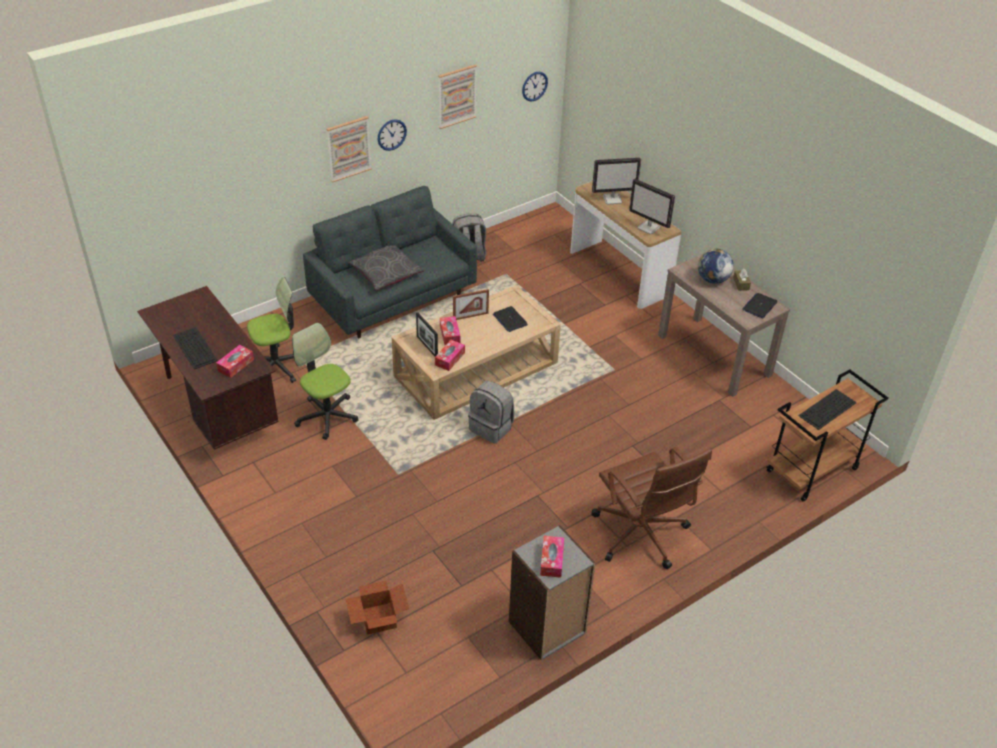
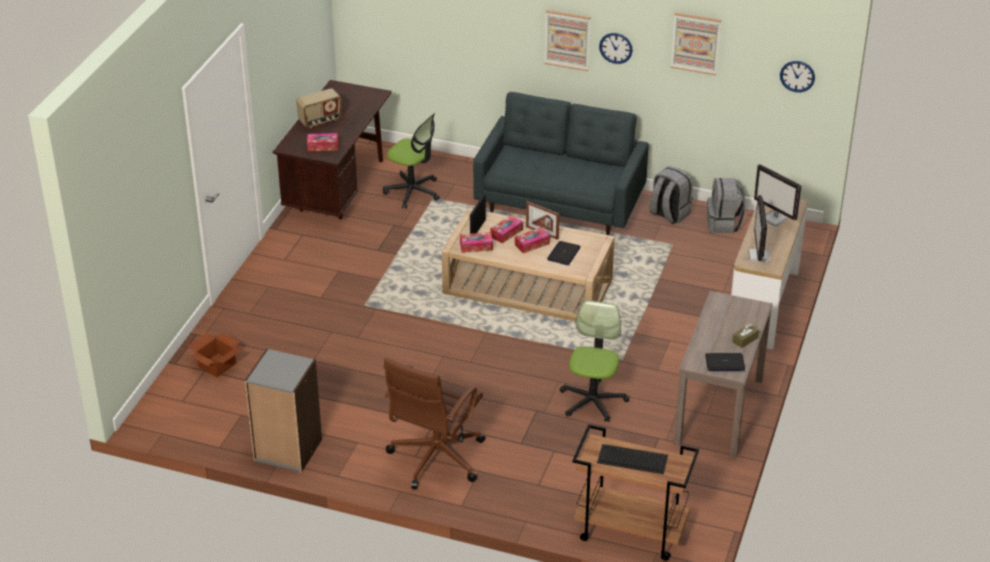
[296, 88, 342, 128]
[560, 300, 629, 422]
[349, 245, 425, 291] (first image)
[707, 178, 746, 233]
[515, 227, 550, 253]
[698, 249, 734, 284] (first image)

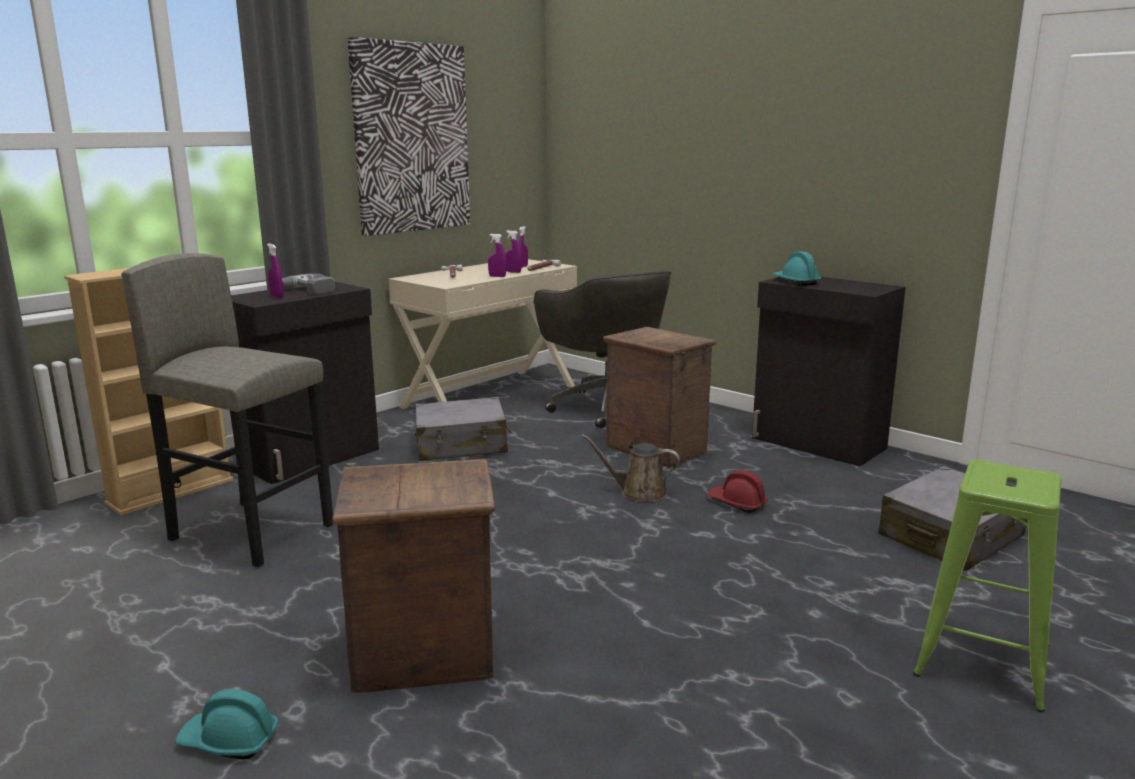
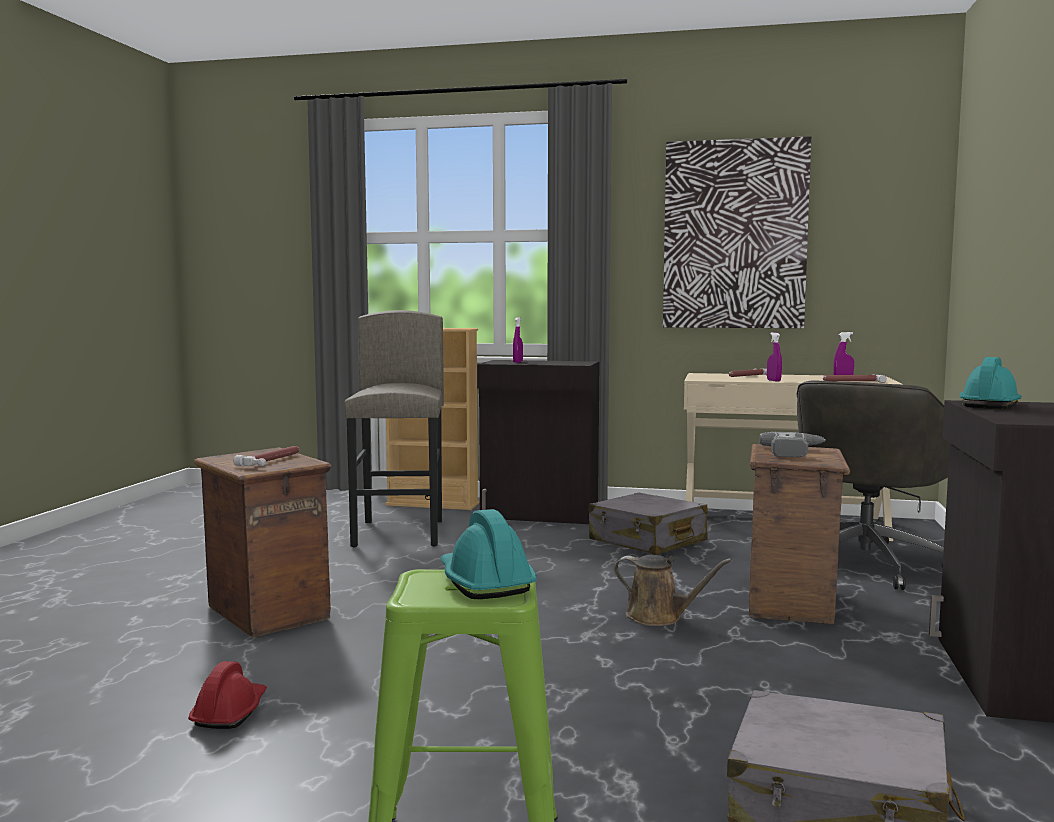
[440, 509, 537, 599]
[759, 432, 826, 457]
[505, 230, 522, 273] (first image)
[614, 555, 732, 626]
[188, 661, 267, 729]
[234, 446, 299, 466]

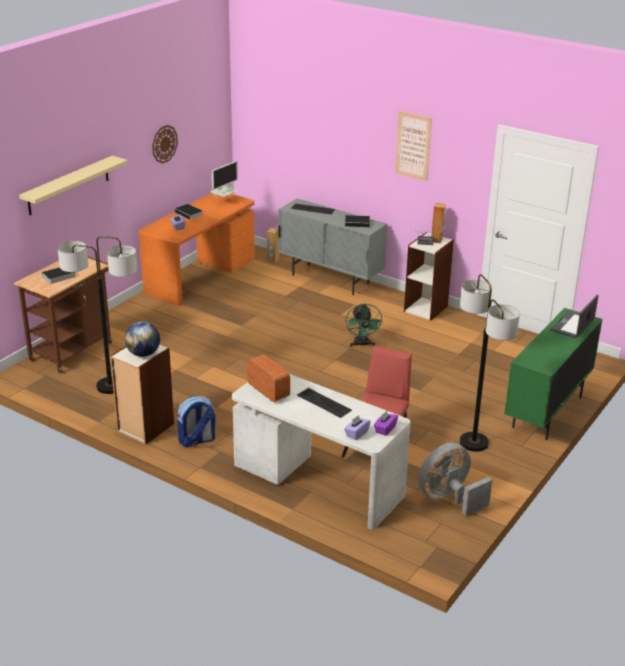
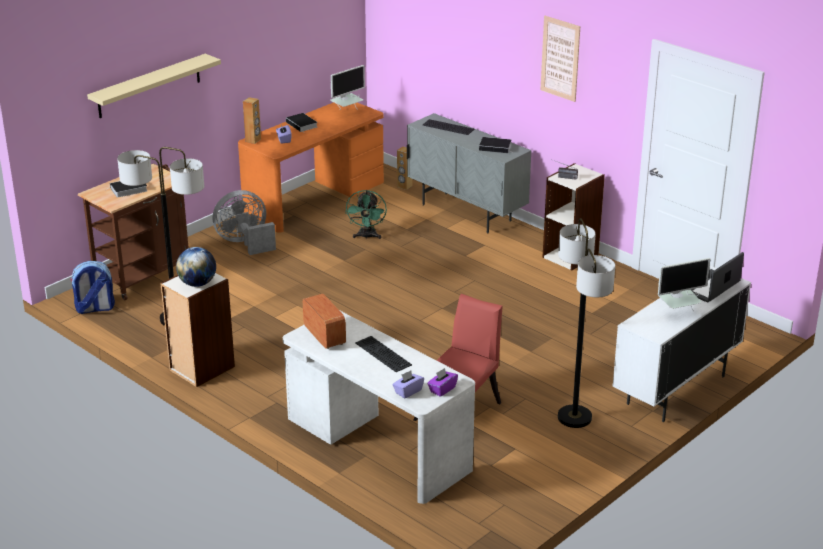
[152, 125, 178, 163] (first image)
[70, 261, 115, 314]
[345, 190, 387, 239]
[212, 190, 276, 255]
[243, 97, 261, 144]
[612, 266, 751, 422]
[658, 258, 710, 311]

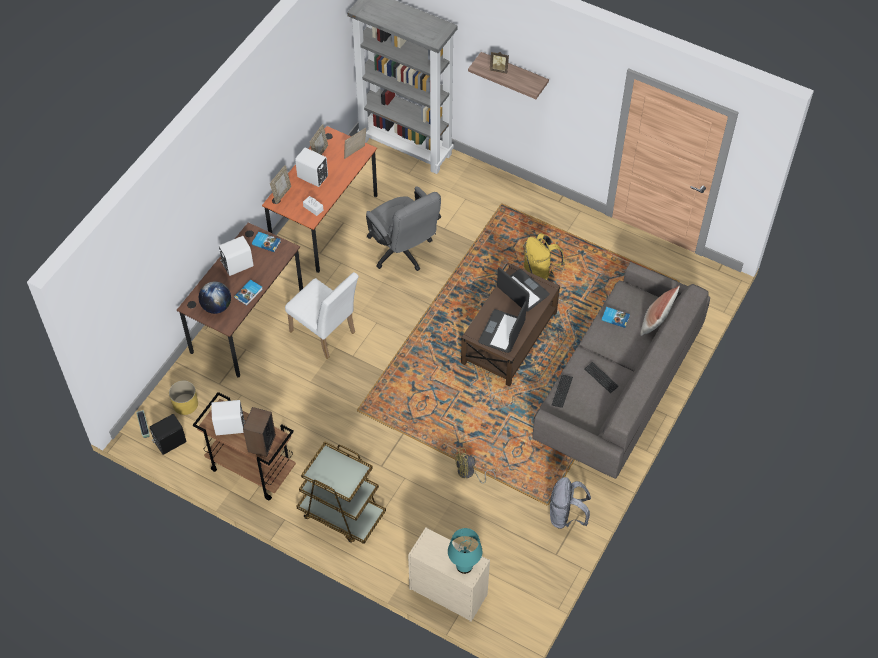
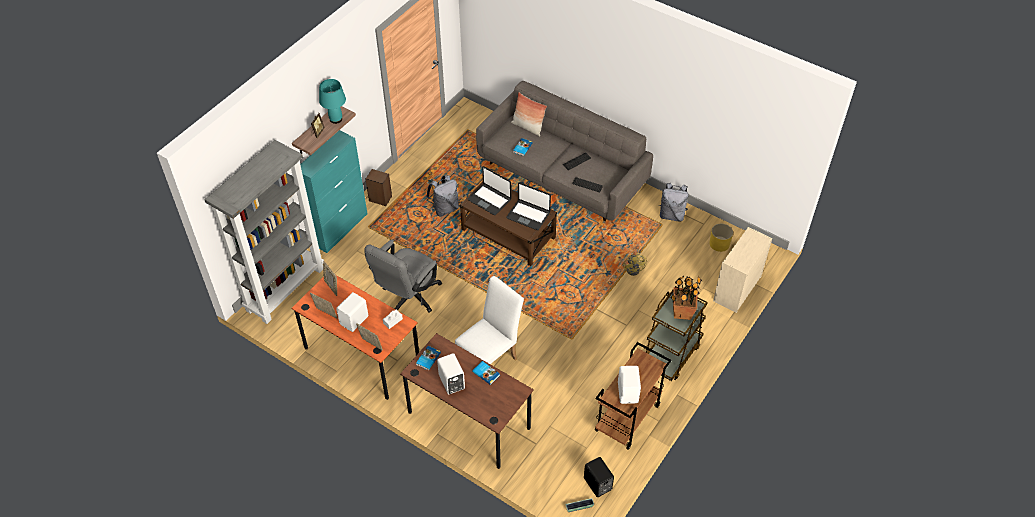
[709, 224, 733, 252]
[199, 281, 231, 314] (first image)
[366, 169, 392, 206]
[365, 240, 442, 313]
[319, 79, 346, 124]
[468, 166, 511, 215]
[426, 175, 459, 217]
[300, 130, 368, 253]
[671, 276, 702, 320]

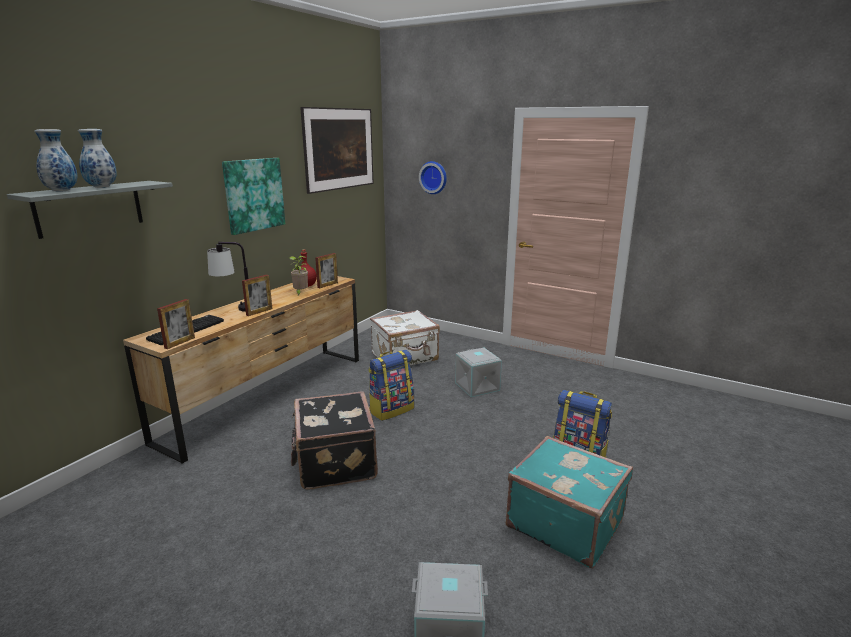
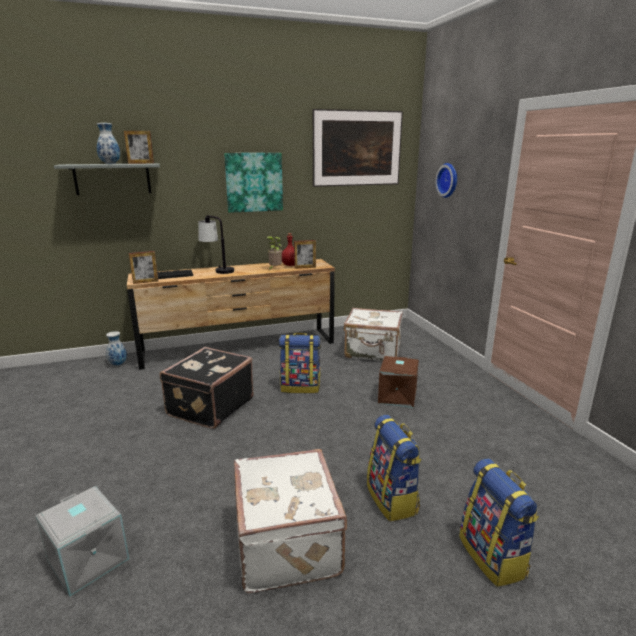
[106, 331, 127, 366]
[124, 131, 154, 164]
[378, 356, 419, 408]
[234, 449, 347, 593]
[459, 459, 539, 587]

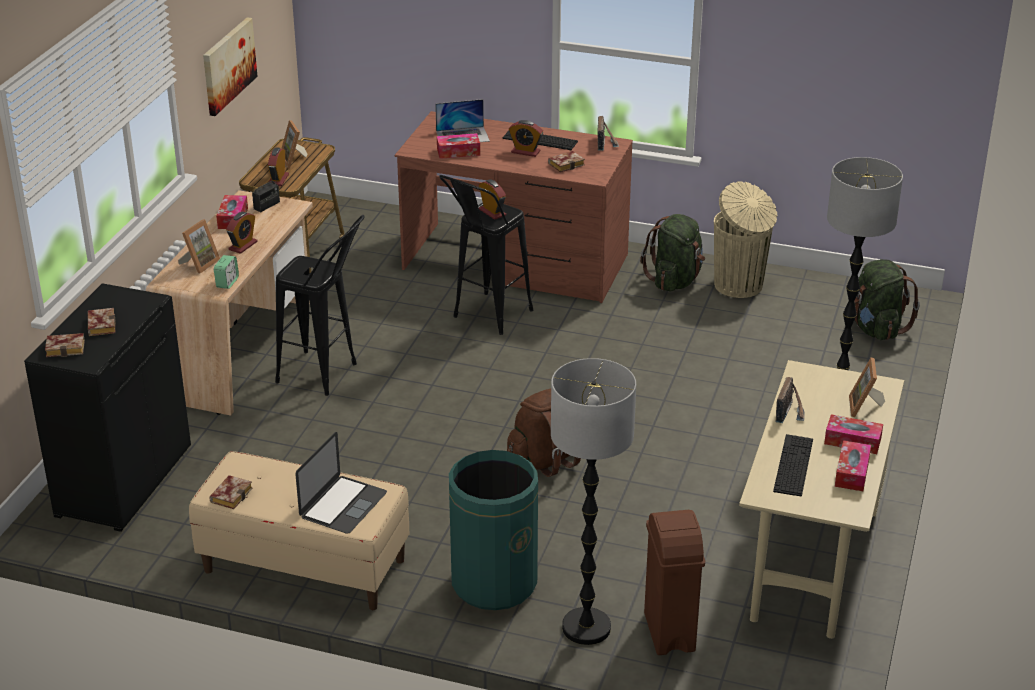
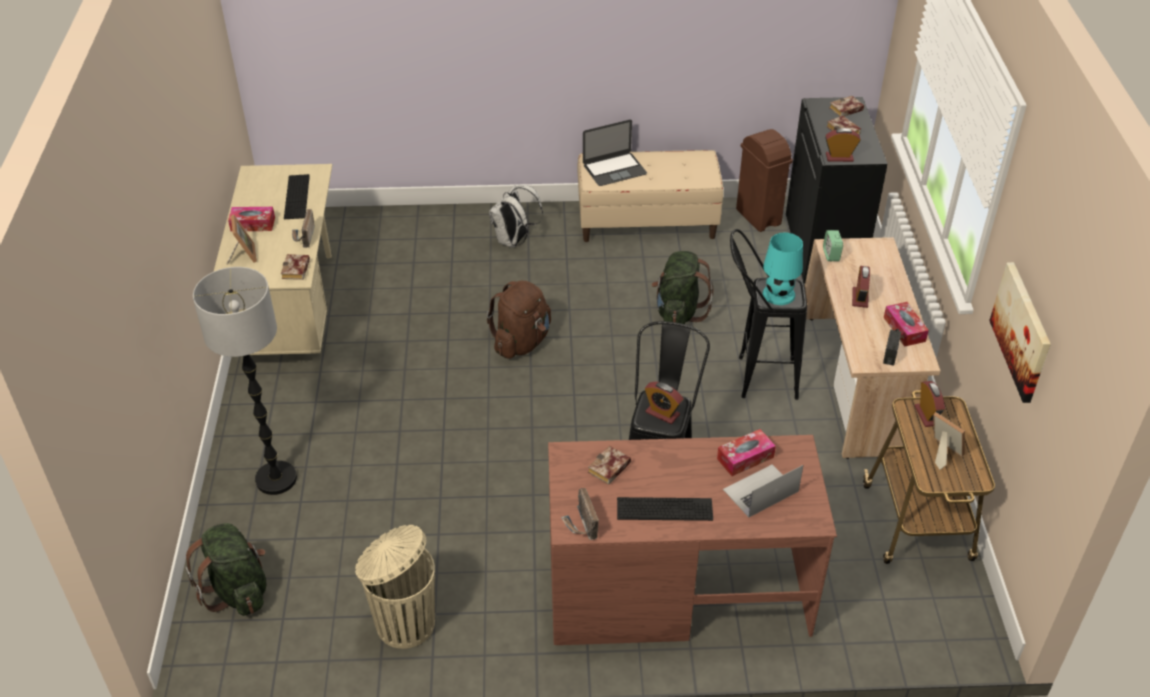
[178, 219, 220, 274] (first image)
[281, 254, 310, 280]
[583, 120, 647, 186]
[489, 185, 543, 248]
[825, 128, 861, 162]
[551, 358, 636, 645] (first image)
[651, 251, 713, 324]
[736, 129, 793, 232]
[835, 440, 871, 491] (first image)
[763, 232, 803, 305]

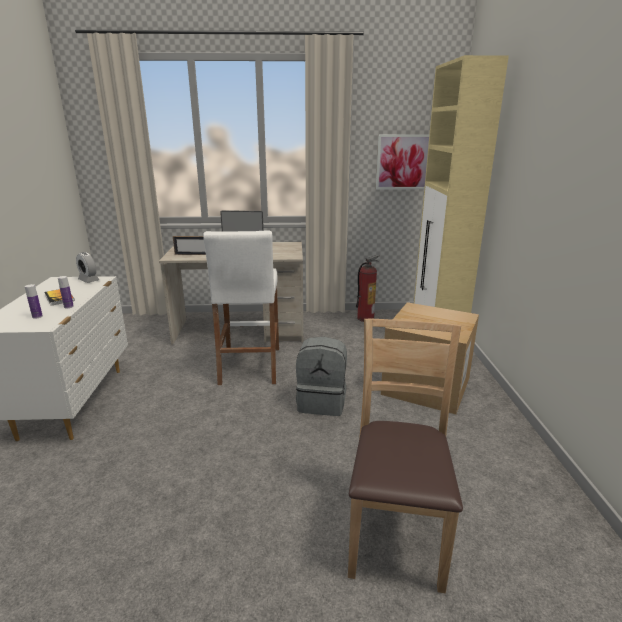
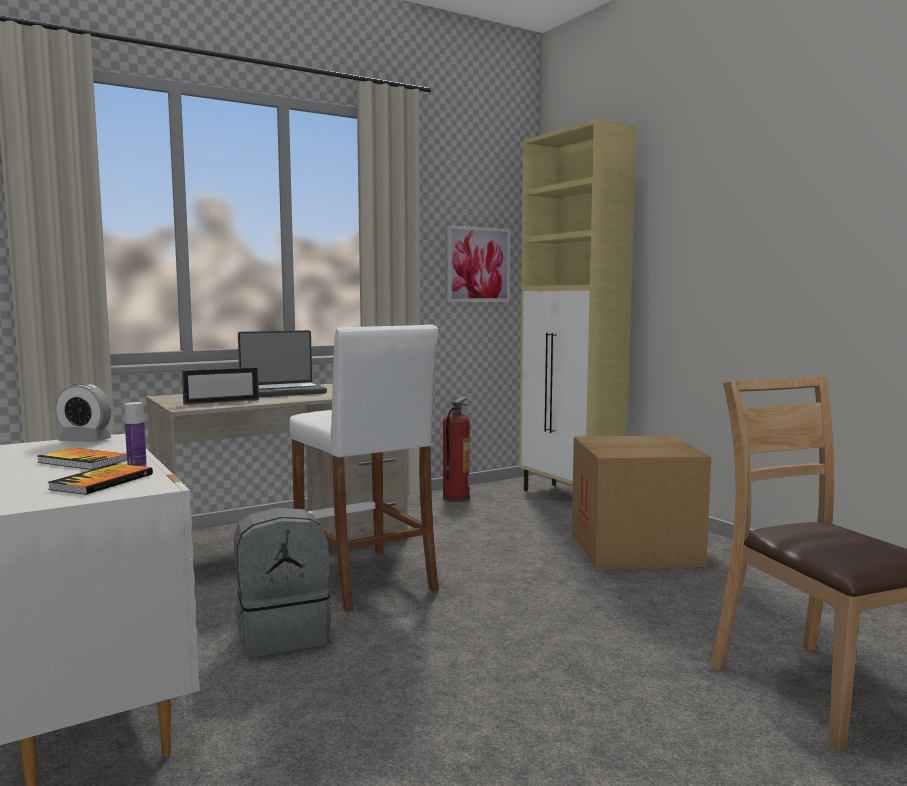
[47, 464, 153, 495]
[234, 508, 331, 657]

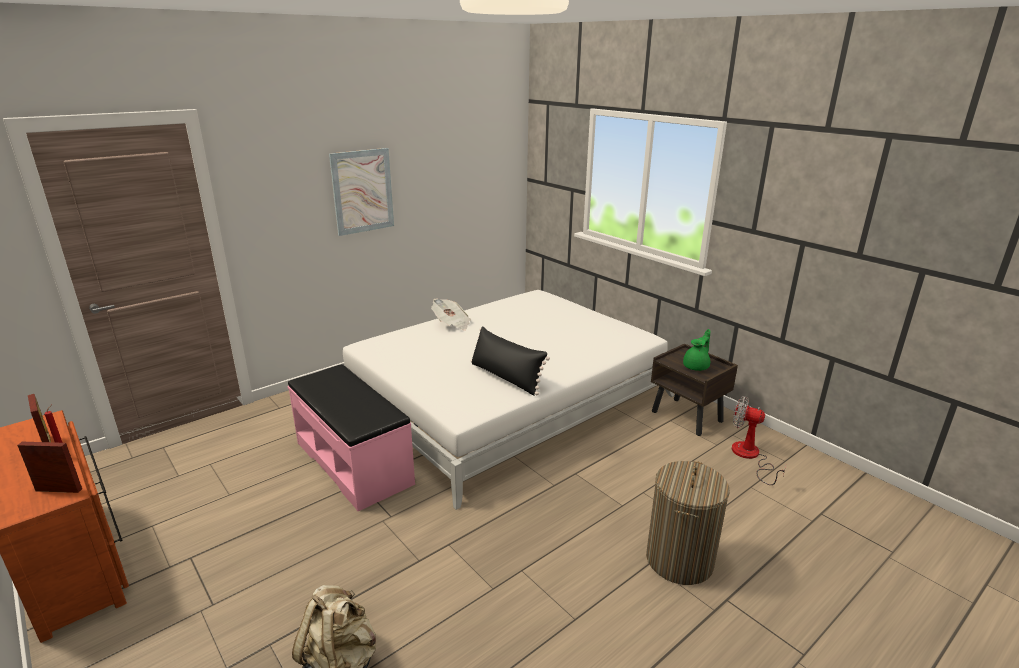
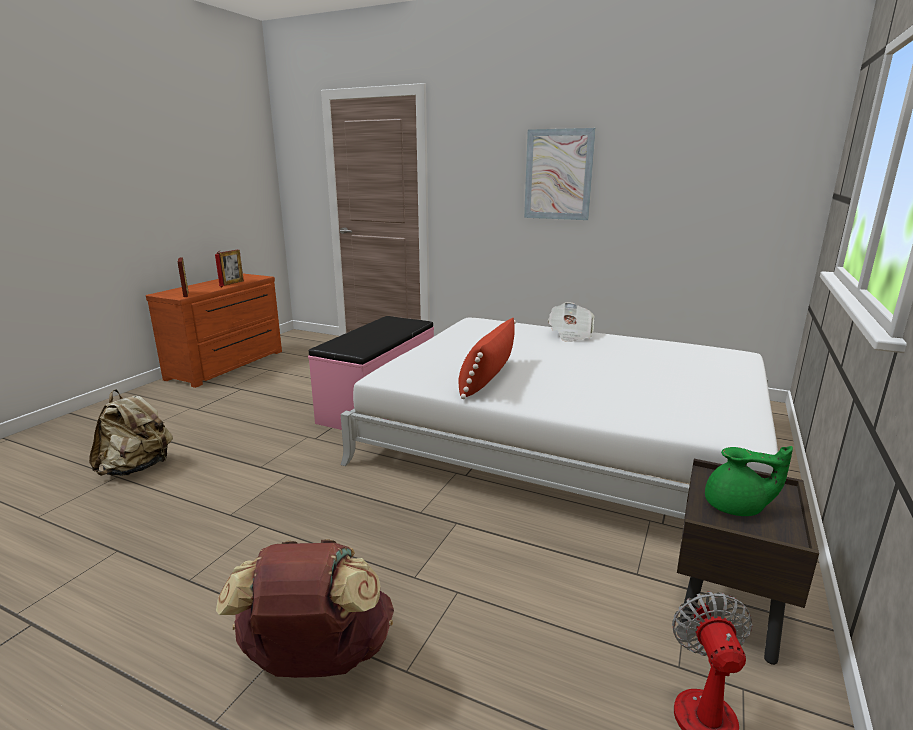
[458, 318, 516, 399]
[216, 539, 394, 678]

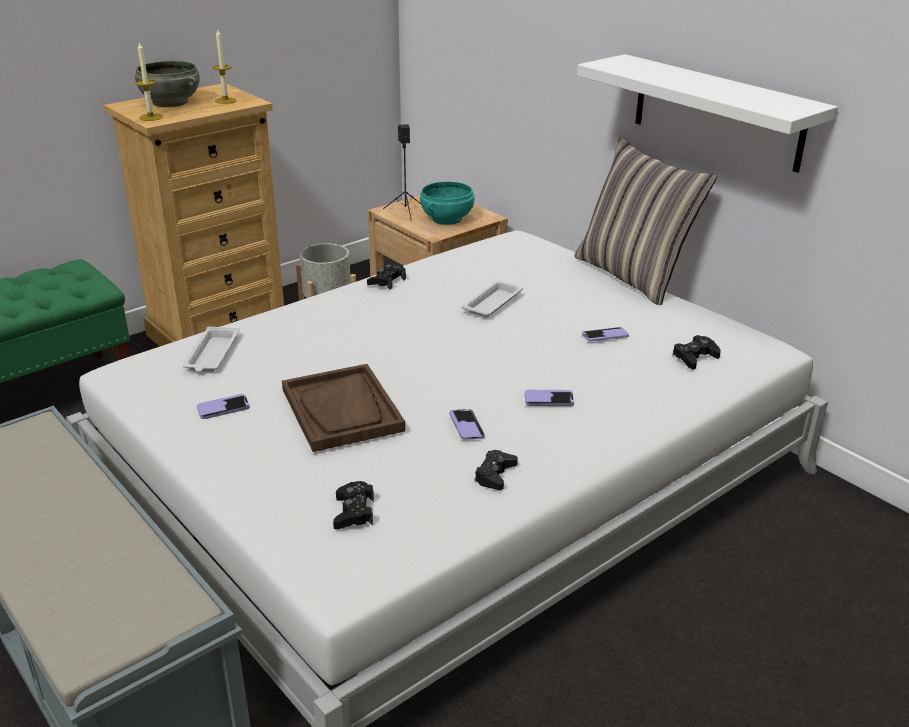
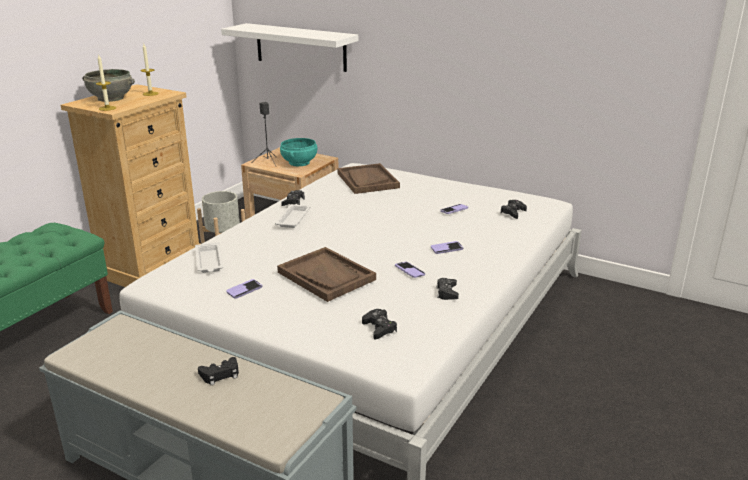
[275, 204, 310, 228]
[575, 137, 717, 305] (first image)
[221, 23, 358, 72]
[198, 357, 239, 385]
[337, 163, 400, 194]

